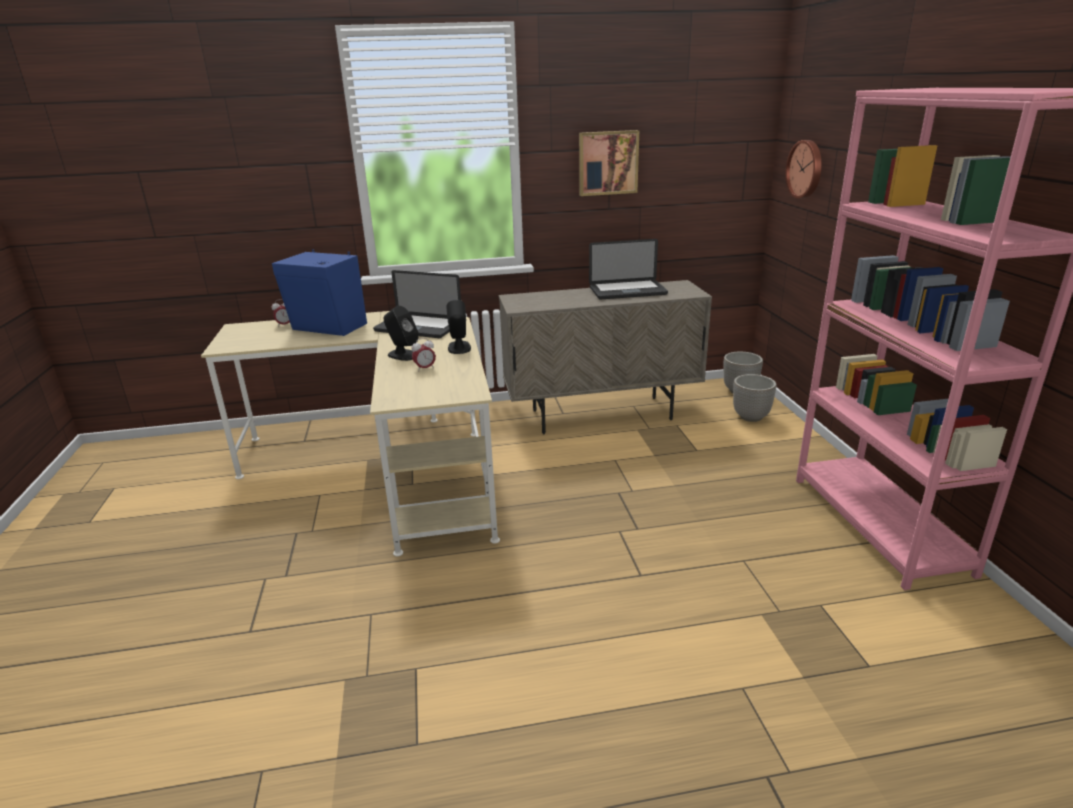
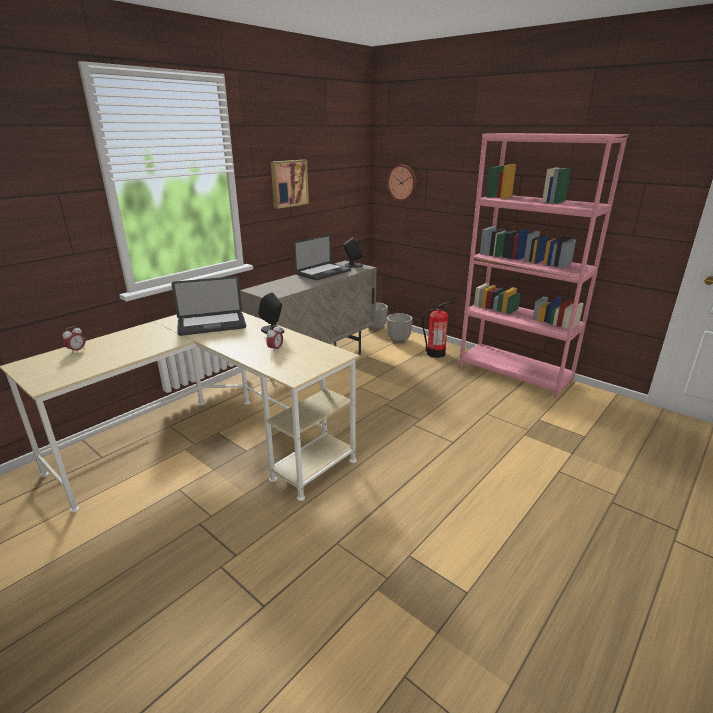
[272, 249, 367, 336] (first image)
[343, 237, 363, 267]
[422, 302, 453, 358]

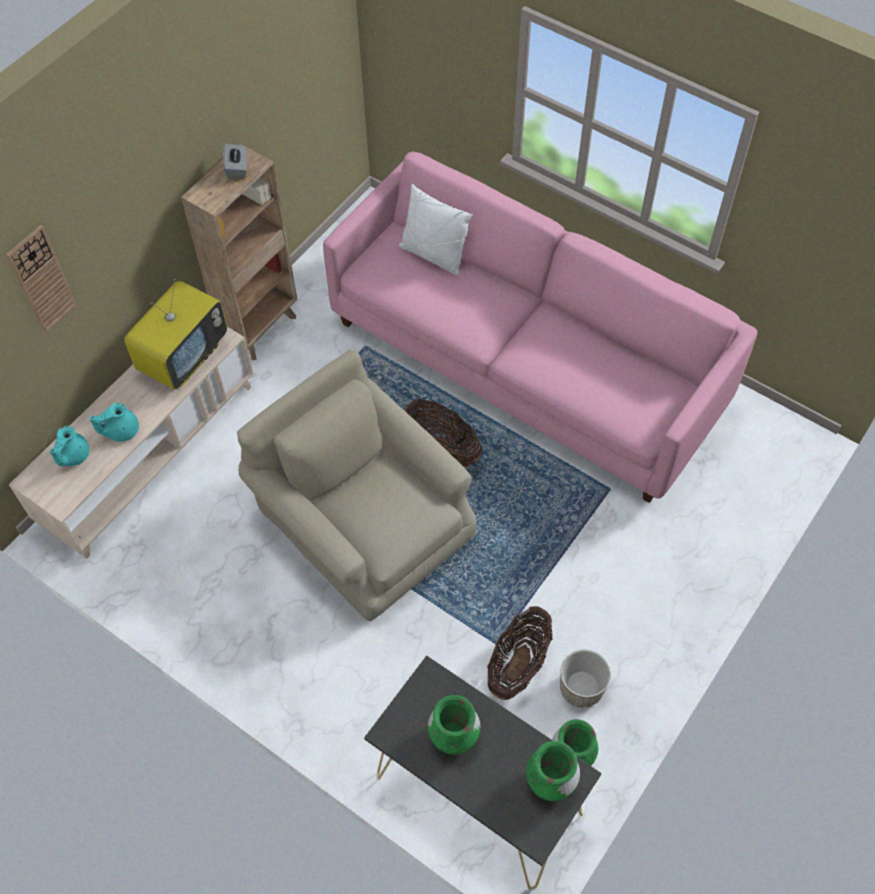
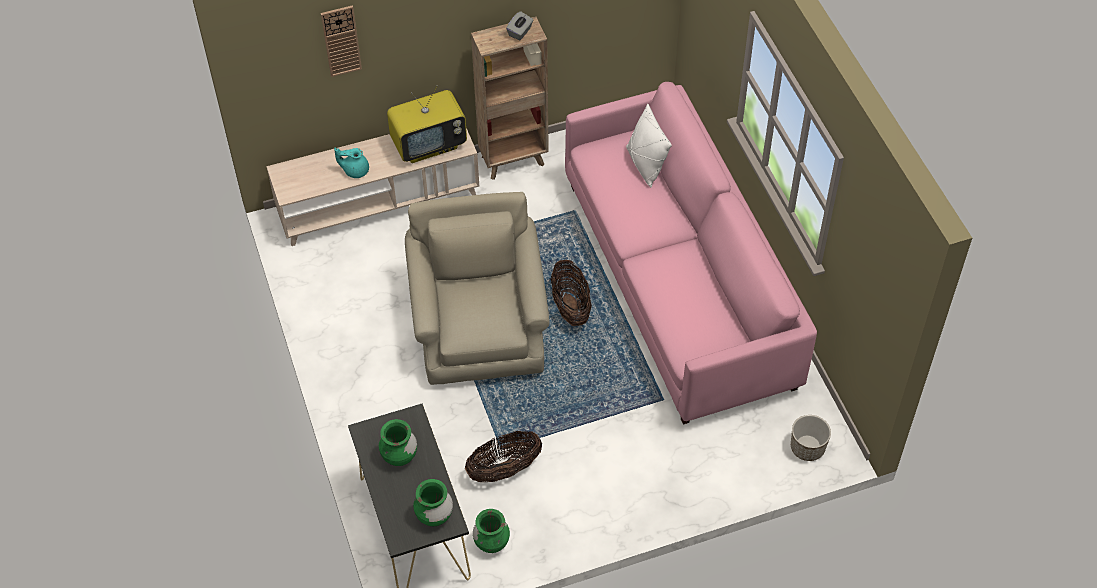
[50, 426, 89, 466] (first image)
[791, 415, 831, 461]

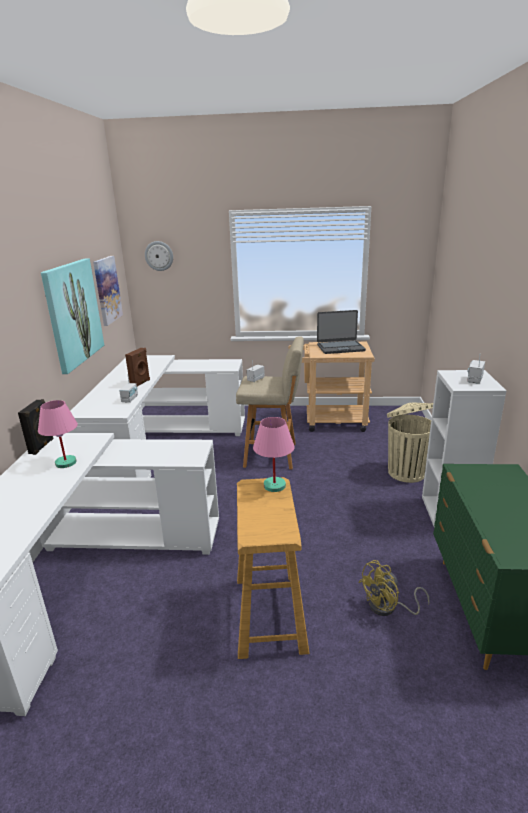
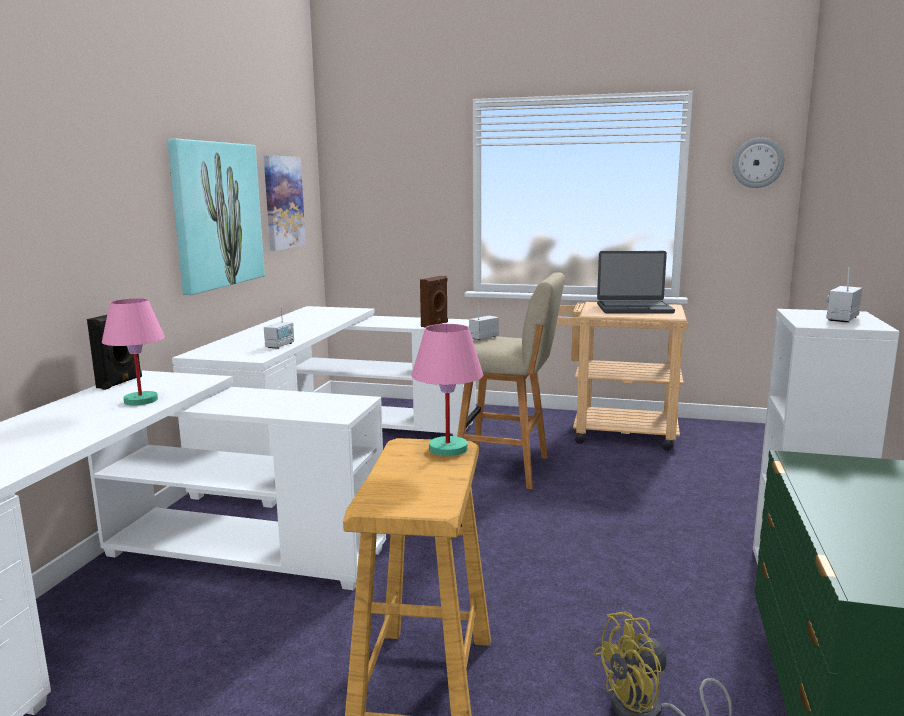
[420, 276, 448, 327]
[732, 138, 785, 188]
[387, 402, 433, 483] (first image)

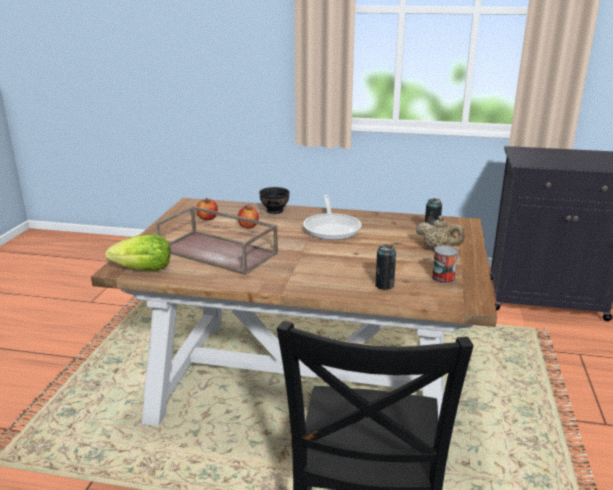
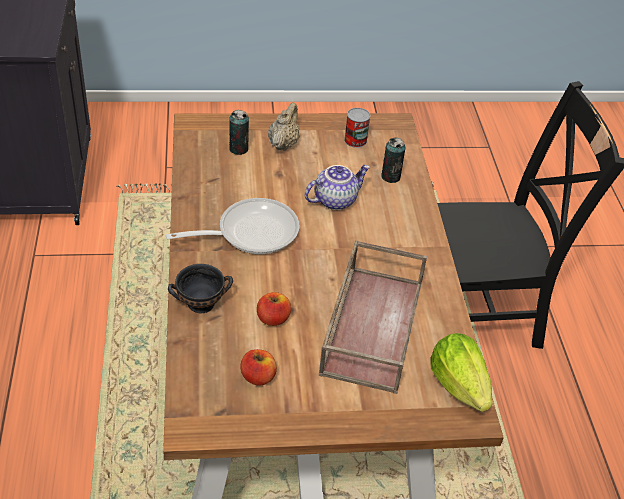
[305, 165, 370, 210]

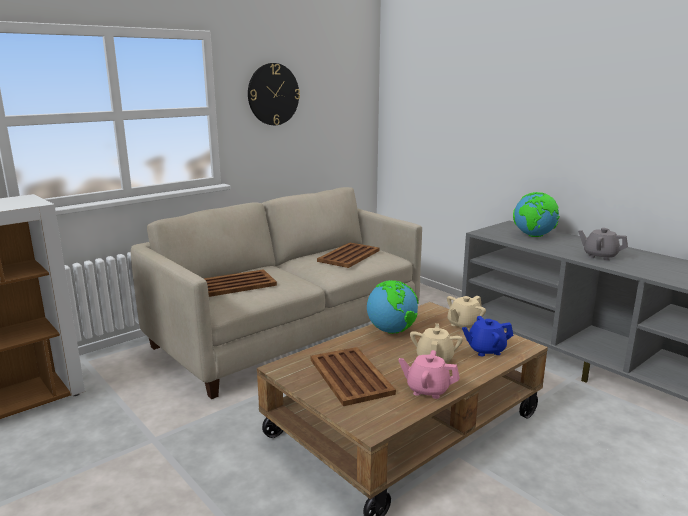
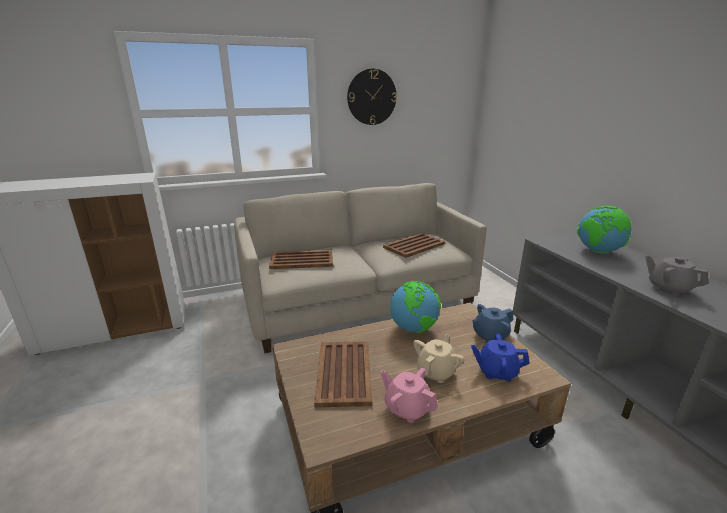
[472, 304, 513, 342]

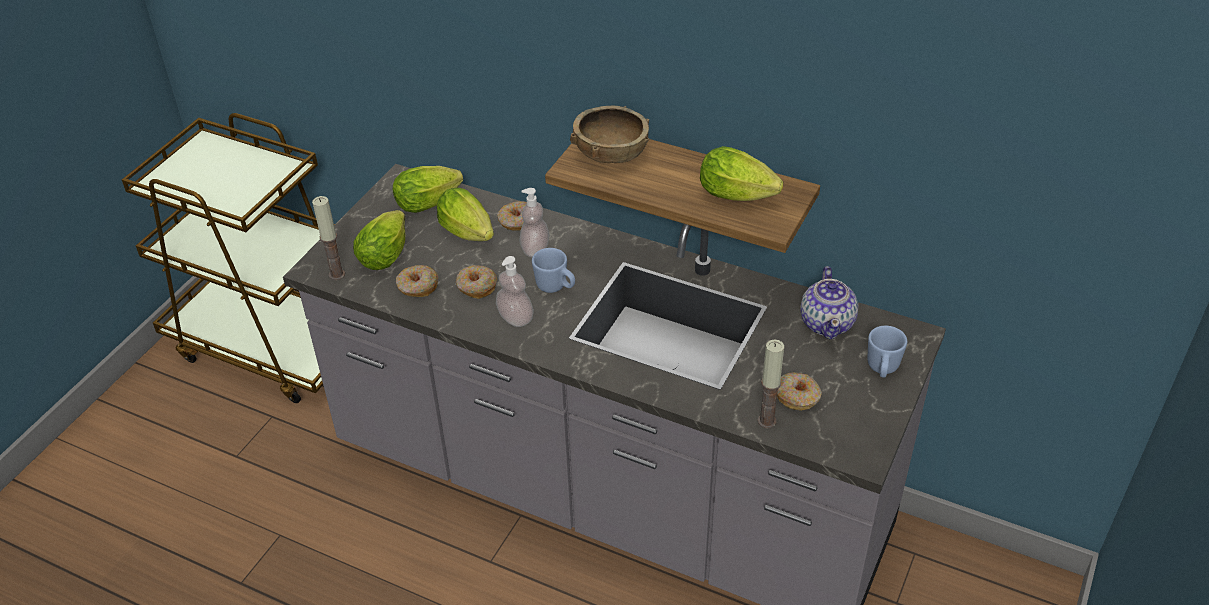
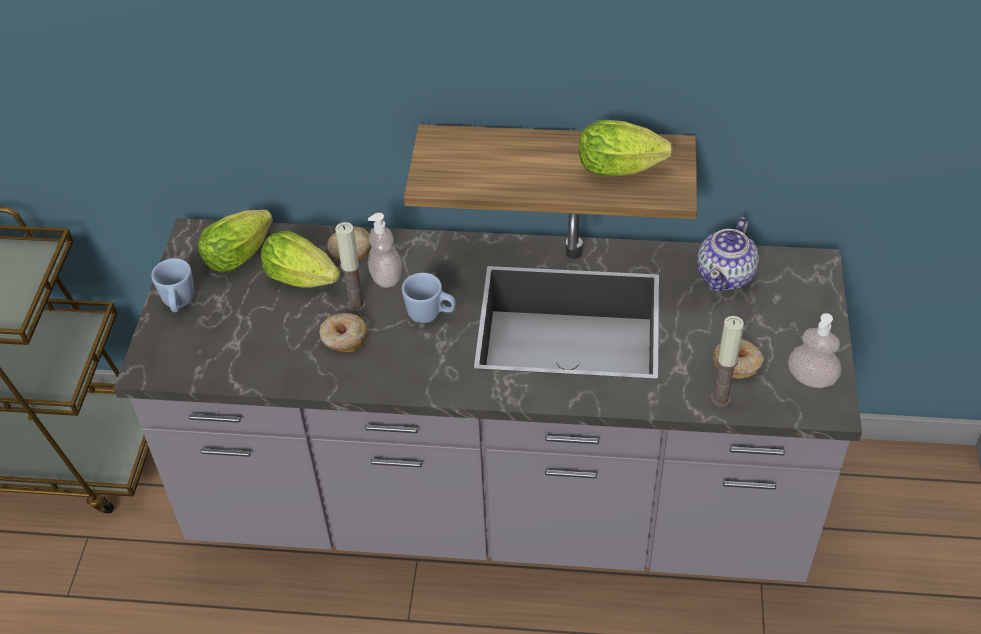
[335, 222, 366, 312]
[353, 210, 405, 270] (first image)
[396, 265, 438, 297] (first image)
[788, 313, 841, 388]
[570, 106, 650, 163] (first image)
[697, 217, 759, 292]
[151, 258, 194, 312]

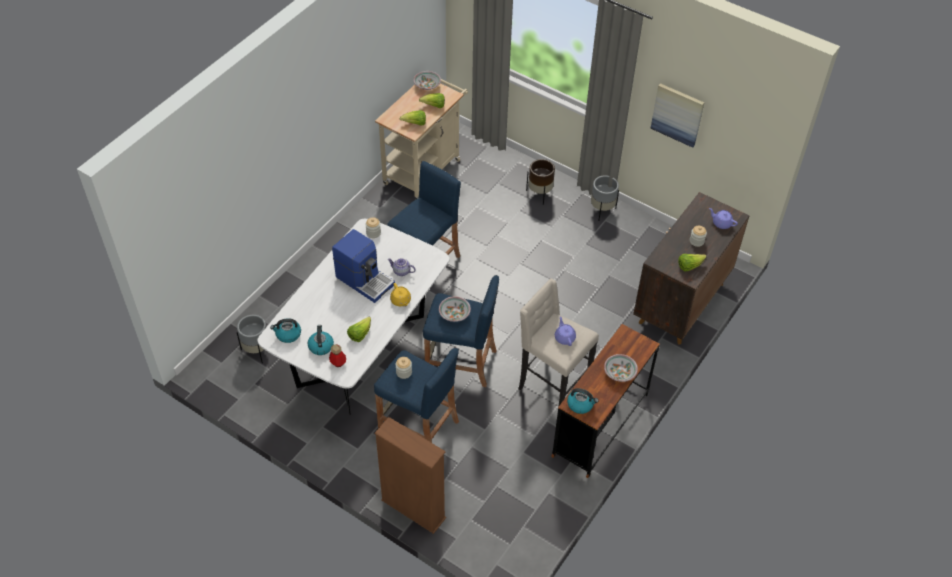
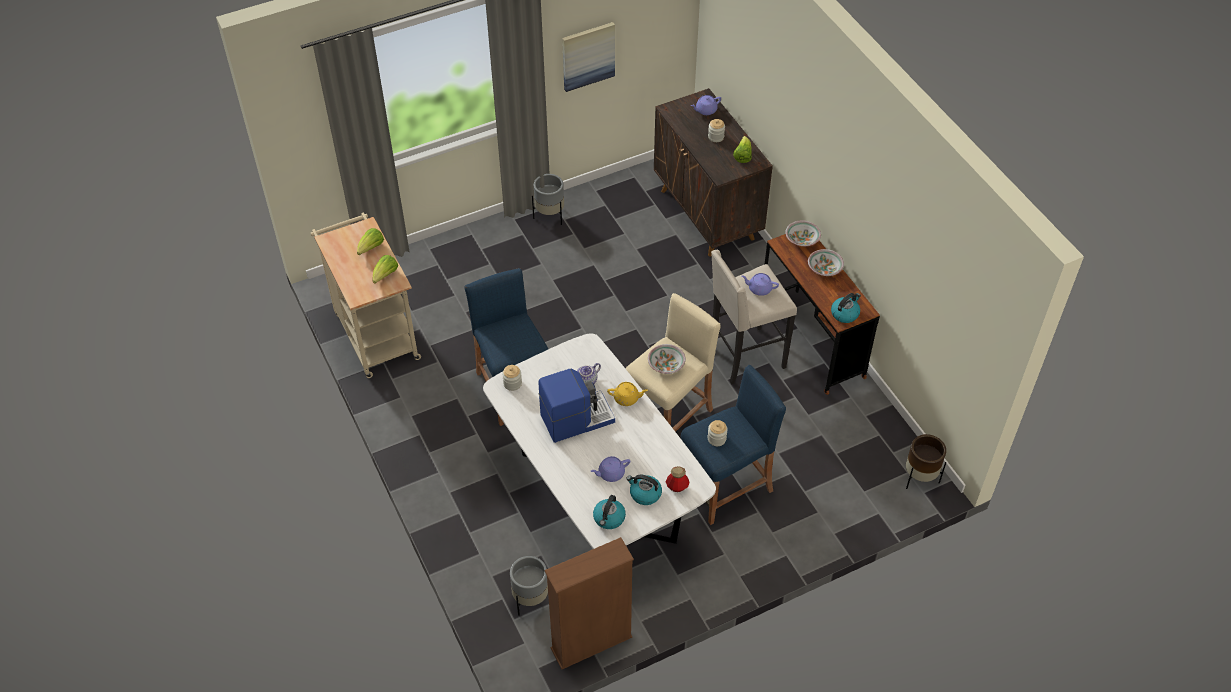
[347, 316, 371, 342] (first image)
[544, 537, 634, 669]
[785, 220, 821, 246]
[625, 293, 720, 432]
[906, 434, 946, 489]
[591, 456, 630, 482]

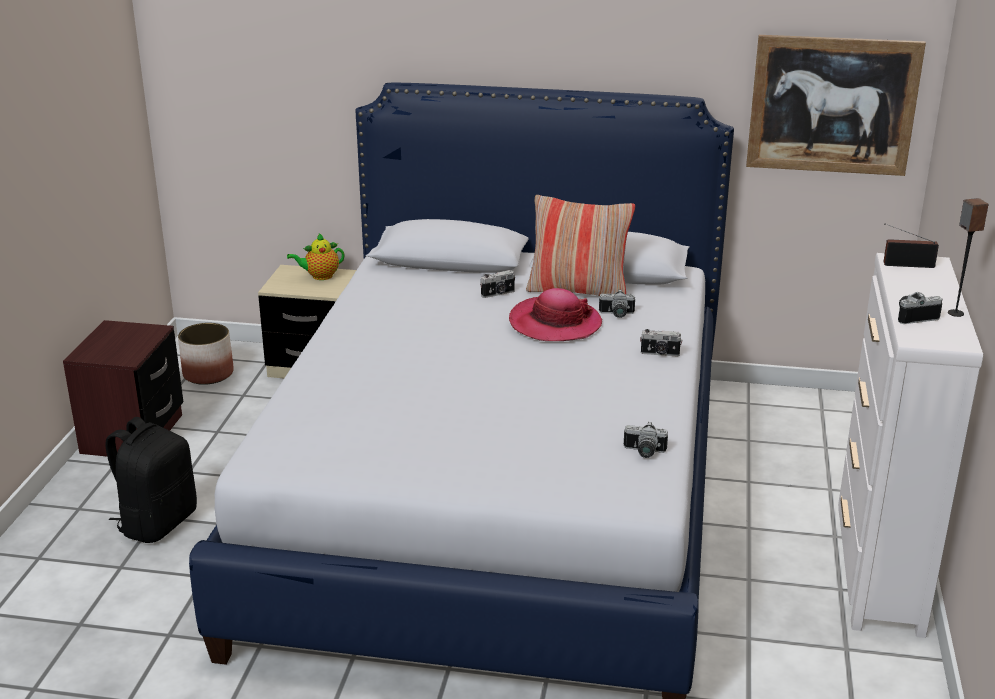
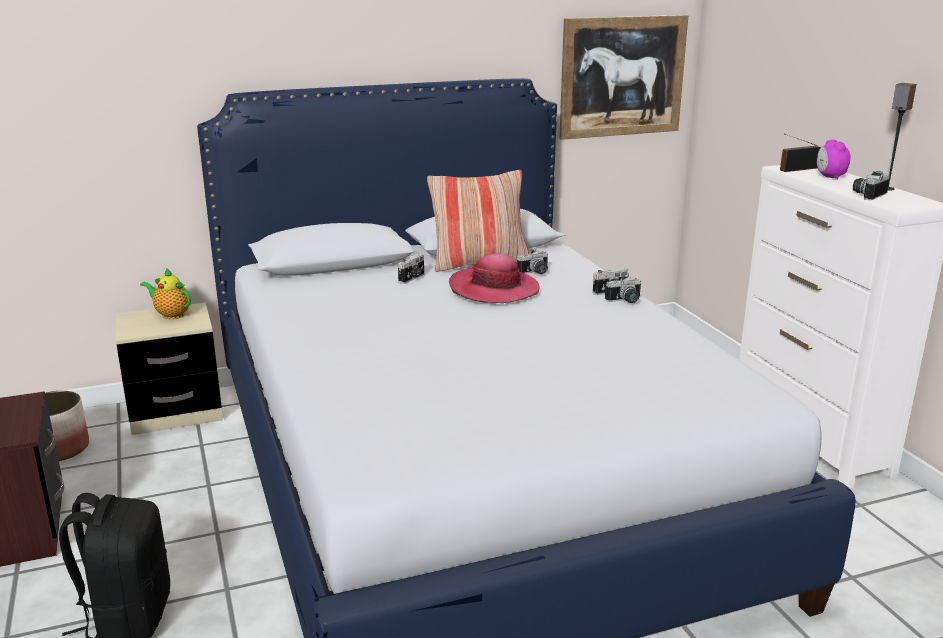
[140, 268, 191, 319]
[605, 274, 641, 303]
[817, 139, 850, 179]

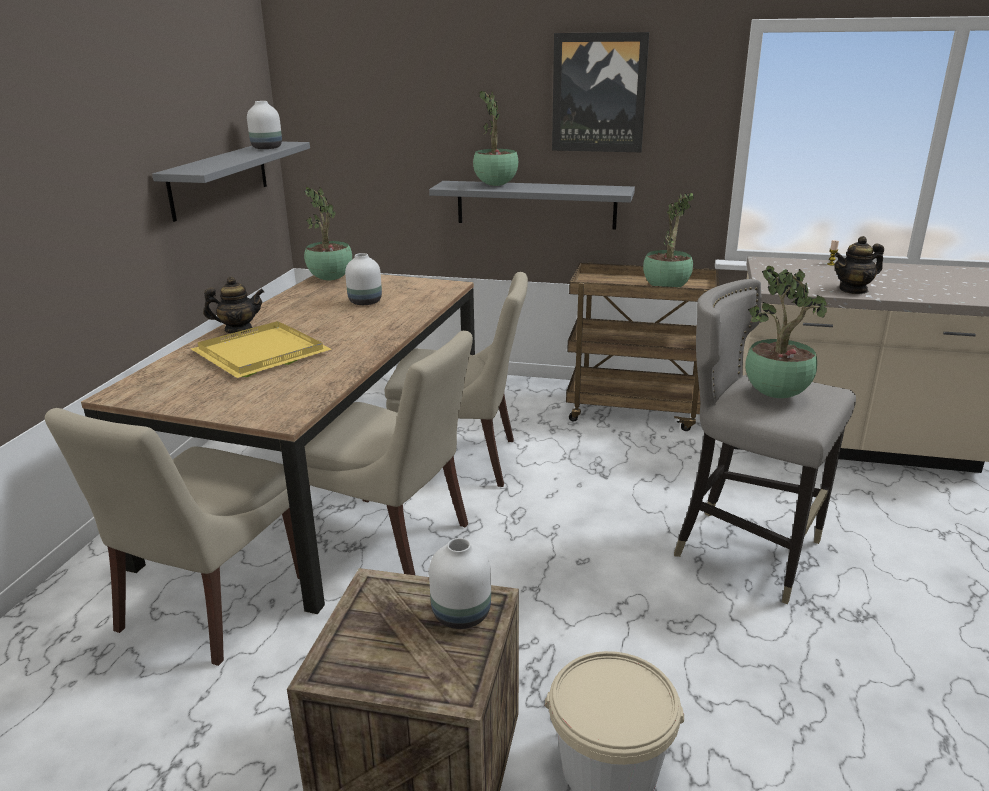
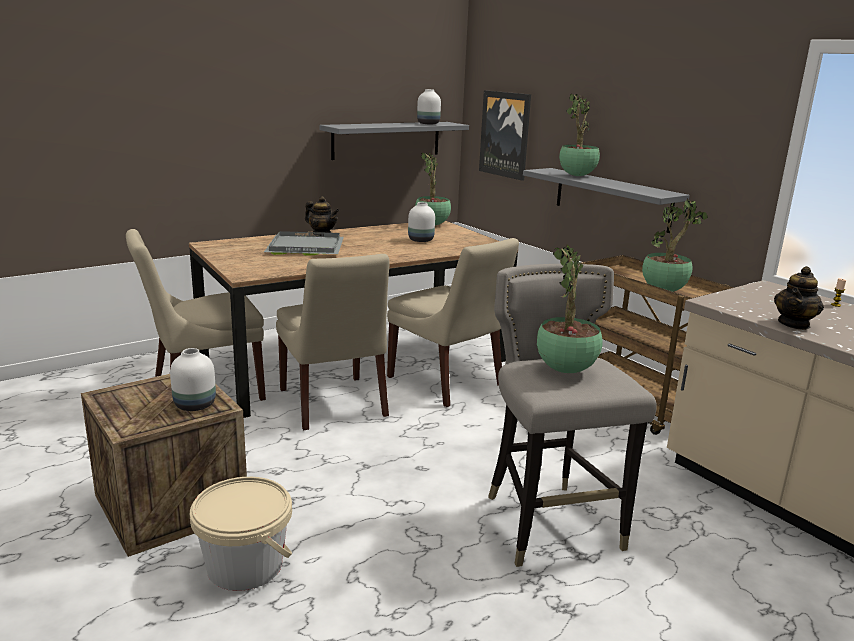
[264, 231, 344, 256]
[479, 90, 531, 181]
[774, 266, 824, 330]

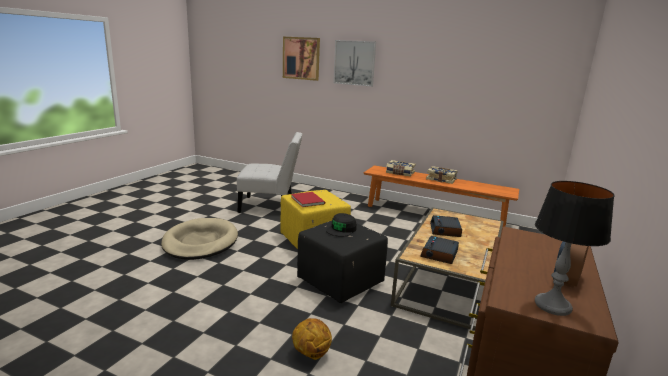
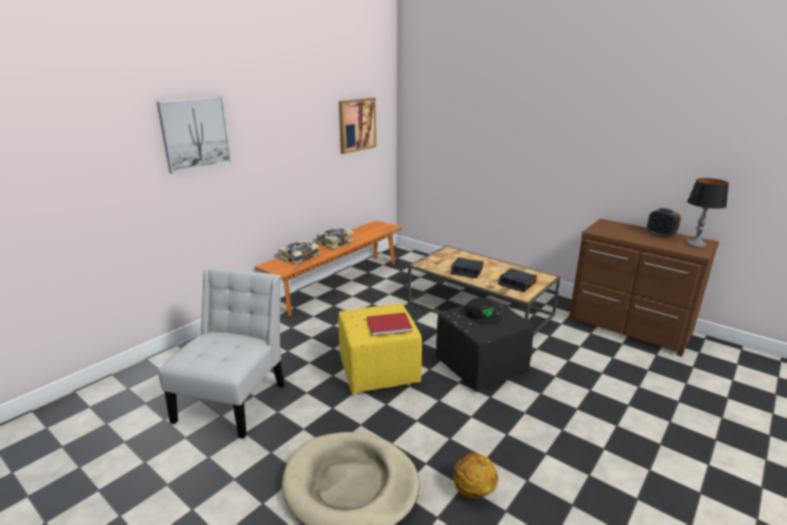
[339, 98, 376, 154]
[453, 453, 498, 498]

